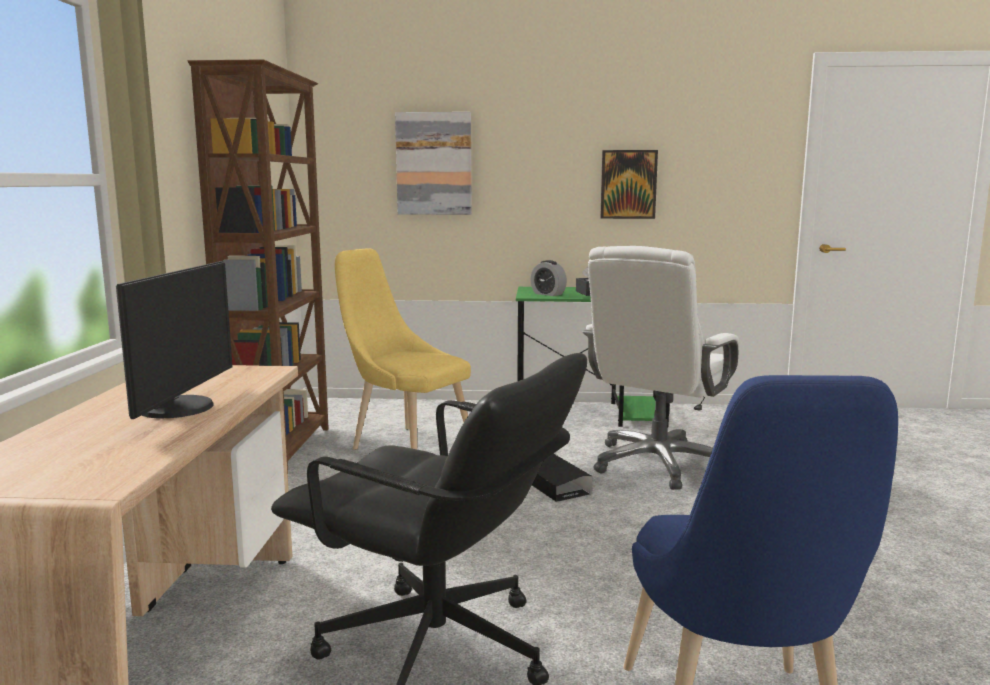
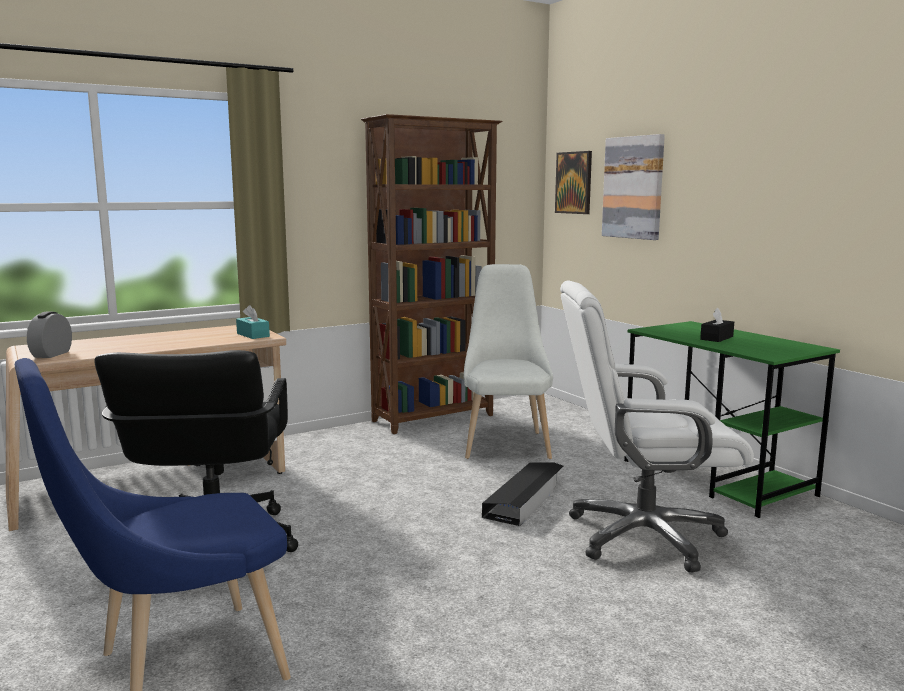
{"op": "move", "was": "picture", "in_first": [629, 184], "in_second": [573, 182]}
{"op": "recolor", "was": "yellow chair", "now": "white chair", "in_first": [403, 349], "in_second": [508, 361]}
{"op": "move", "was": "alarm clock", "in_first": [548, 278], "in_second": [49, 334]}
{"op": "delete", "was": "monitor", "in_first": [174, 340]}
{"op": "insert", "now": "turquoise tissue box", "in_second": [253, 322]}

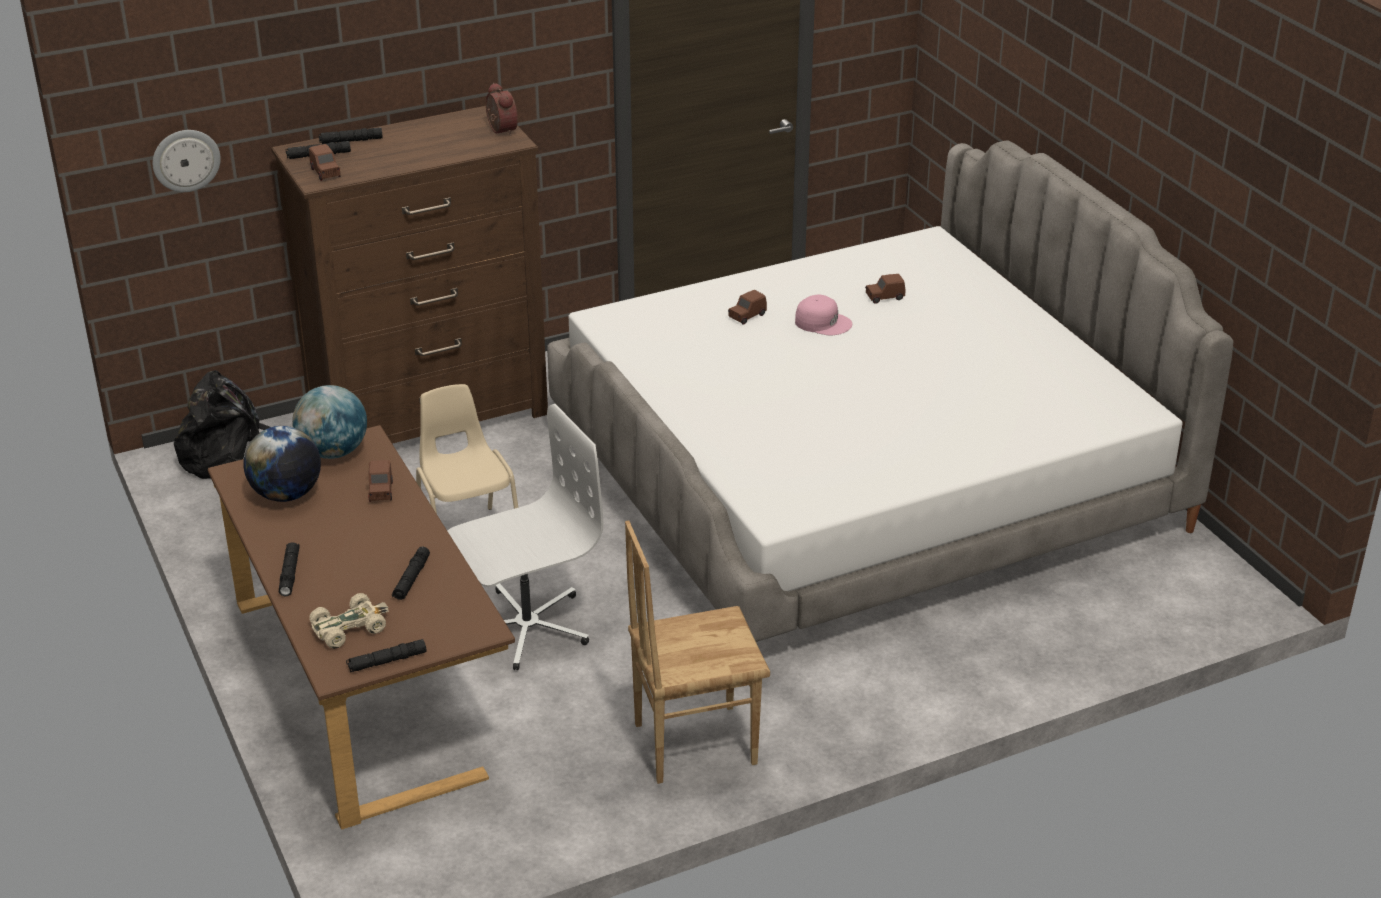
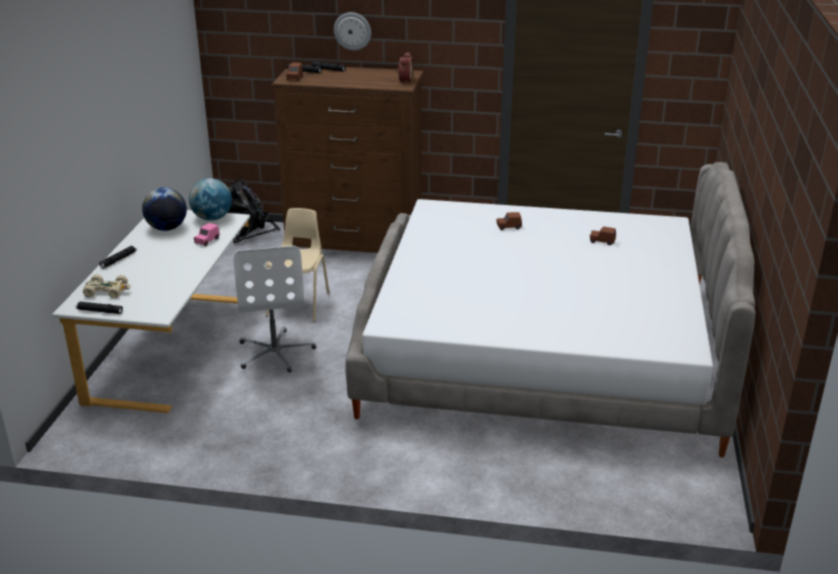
{"op": "move", "was": "wall clock", "in_first": [187, 161], "in_second": [352, 31]}
{"op": "delete", "was": "pink cap", "in_first": [824, 315]}
{"op": "rotate", "was": "white office chair", "in_first": [525, 537], "in_second": [274, 309], "clockwise": 75}
{"op": "recolor", "was": "brown desk", "now": "white desk", "in_first": [361, 627], "in_second": [151, 311]}
{"op": "recolor", "was": "brown toy car", "now": "pink toy car", "in_first": [380, 481], "in_second": [207, 234]}
{"op": "delete", "was": "brown chair", "in_first": [697, 652]}
{"op": "delete", "was": "black flashlight", "in_first": [411, 573]}

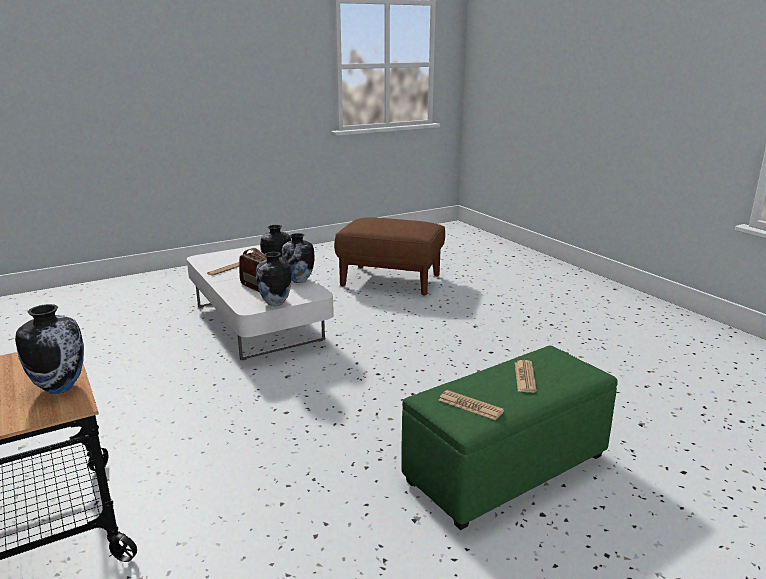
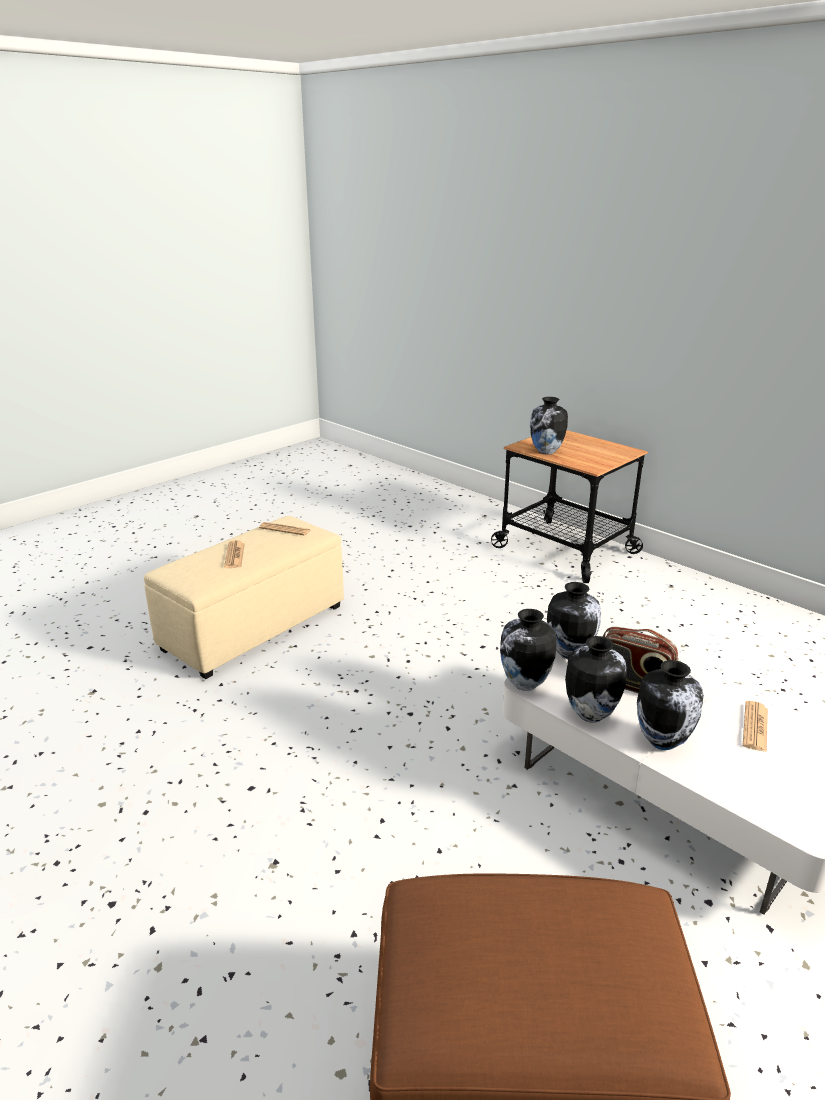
{"op": "recolor", "was": "green ottoman", "now": "beige ottoman", "in_first": [509, 438], "in_second": [244, 597]}
{"op": "insert", "now": "vase", "in_second": [528, 650]}

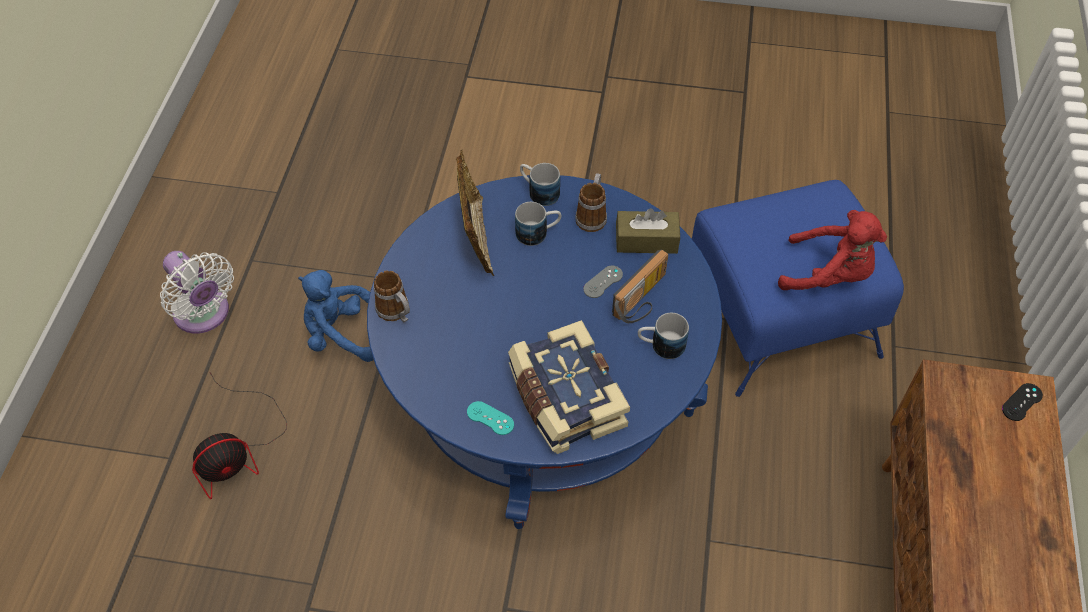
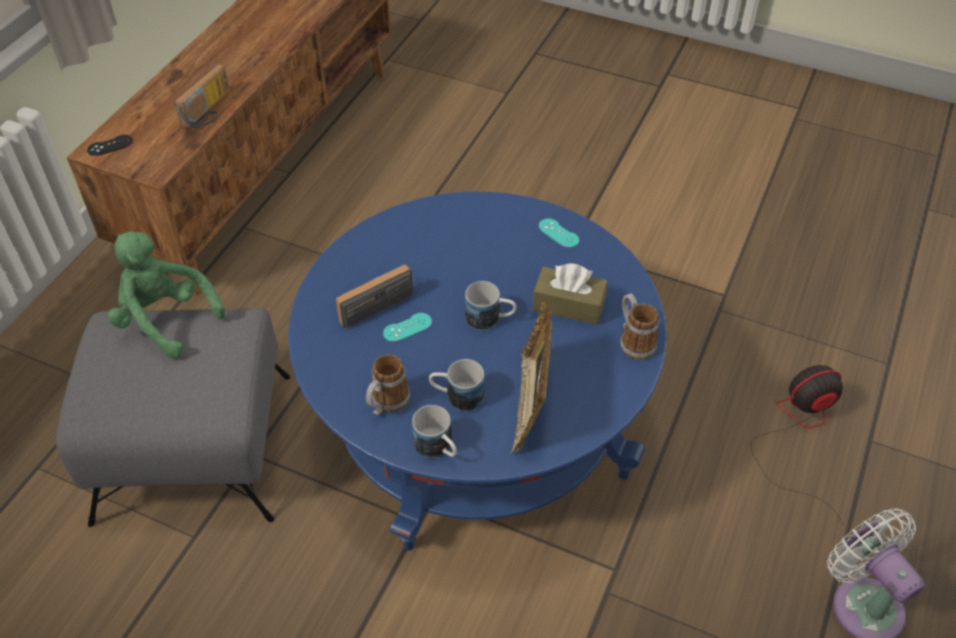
{"op": "recolor", "was": "blue ottoman", "now": "grey ottoman", "in_first": [798, 288], "in_second": [173, 417]}
{"op": "move", "was": "brown tissue box", "in_first": [648, 231], "in_second": [570, 294]}
{"op": "recolor", "was": "red plush toy", "now": "green plush toy", "in_first": [832, 250], "in_second": [166, 295]}
{"op": "recolor", "was": "grey game controller", "now": "turquoise game controller", "in_first": [603, 281], "in_second": [407, 327]}
{"op": "delete", "was": "blue plush toy", "in_first": [336, 316]}
{"op": "move", "was": "mug", "in_first": [663, 336], "in_second": [490, 305]}
{"op": "delete", "was": "book", "in_first": [569, 387]}
{"op": "insert", "now": "radio", "in_second": [202, 96]}

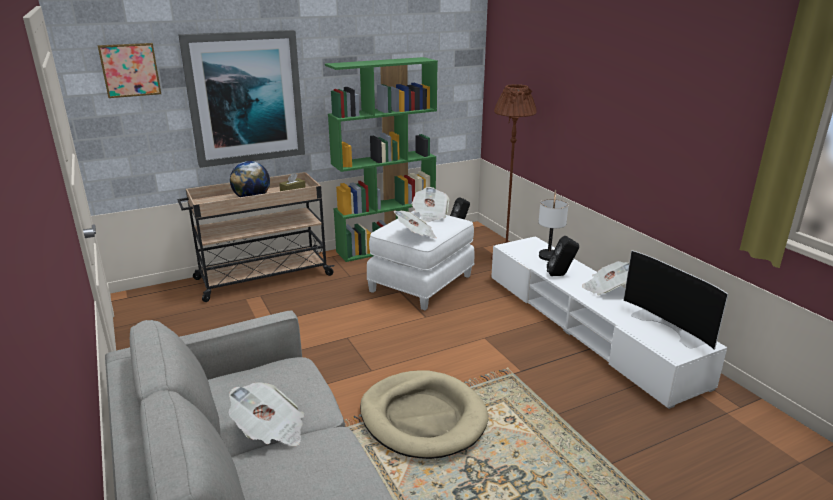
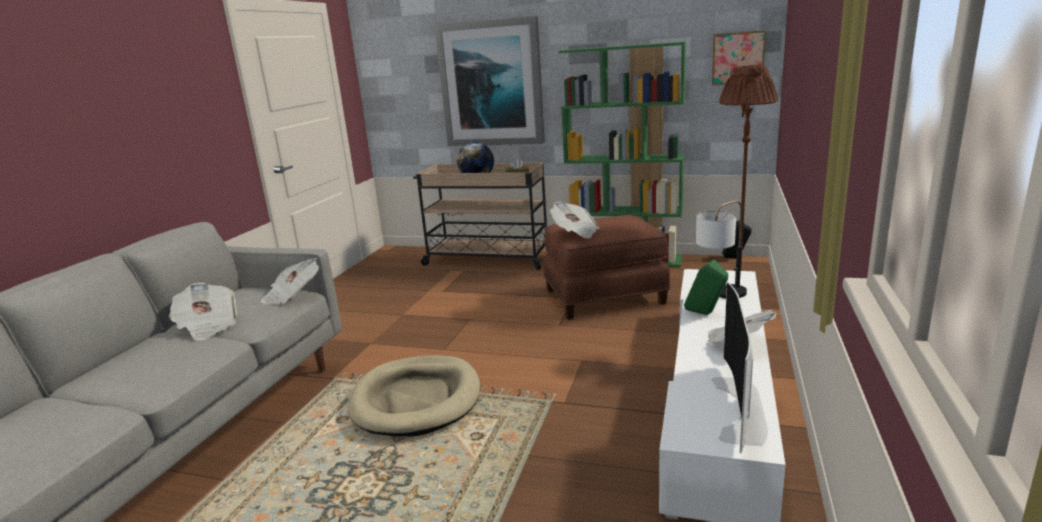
{"op": "move", "was": "picture", "in_first": [129, 70], "in_second": [739, 57]}
{"op": "move", "was": "newspaper", "in_first": [431, 204], "in_second": [290, 281]}
{"op": "recolor", "was": "white ottoman", "now": "brown ottoman", "in_first": [421, 260], "in_second": [607, 267]}
{"op": "recolor", "was": "black speaker", "now": "green speaker", "in_first": [563, 256], "in_second": [706, 287]}

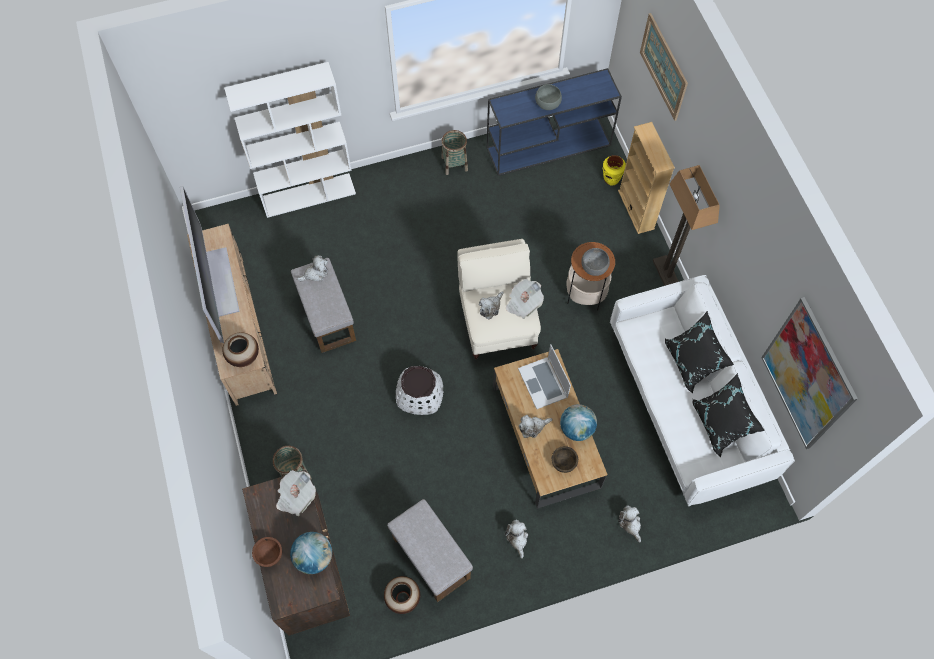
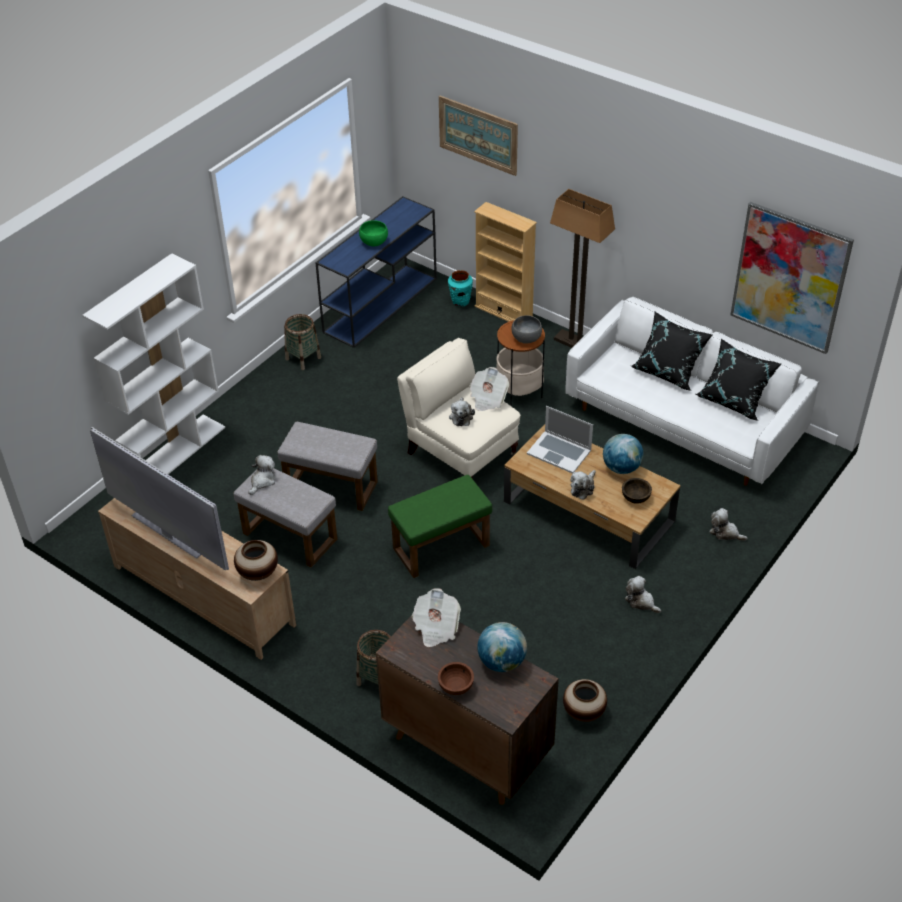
{"op": "recolor", "was": "grey bowl", "now": "green bowl", "in_first": [548, 97], "in_second": [373, 233]}
{"op": "recolor", "was": "yellow vase", "now": "turquoise vase", "in_first": [614, 170], "in_second": [460, 288]}
{"op": "replace", "was": "white planter", "now": "green ottoman", "in_first": [419, 390], "in_second": [440, 526]}
{"op": "move", "was": "grey ottoman", "in_first": [430, 550], "in_second": [327, 466]}

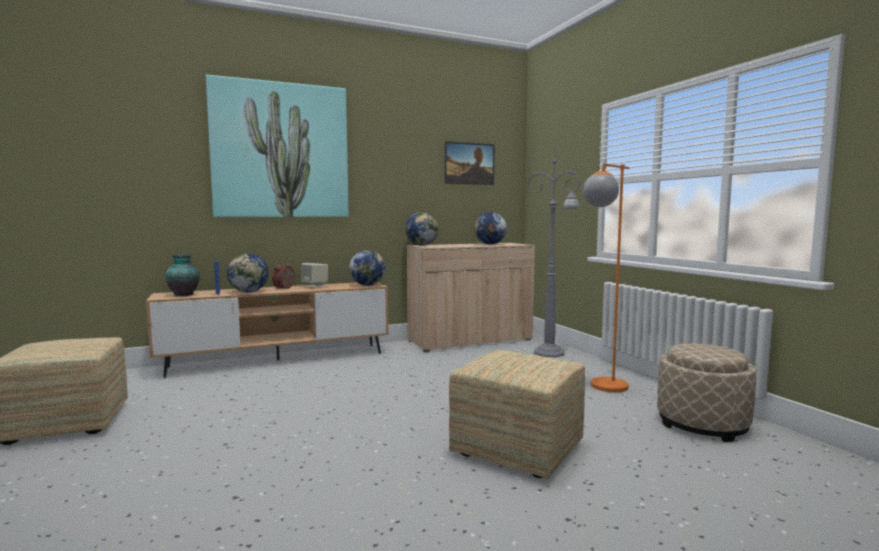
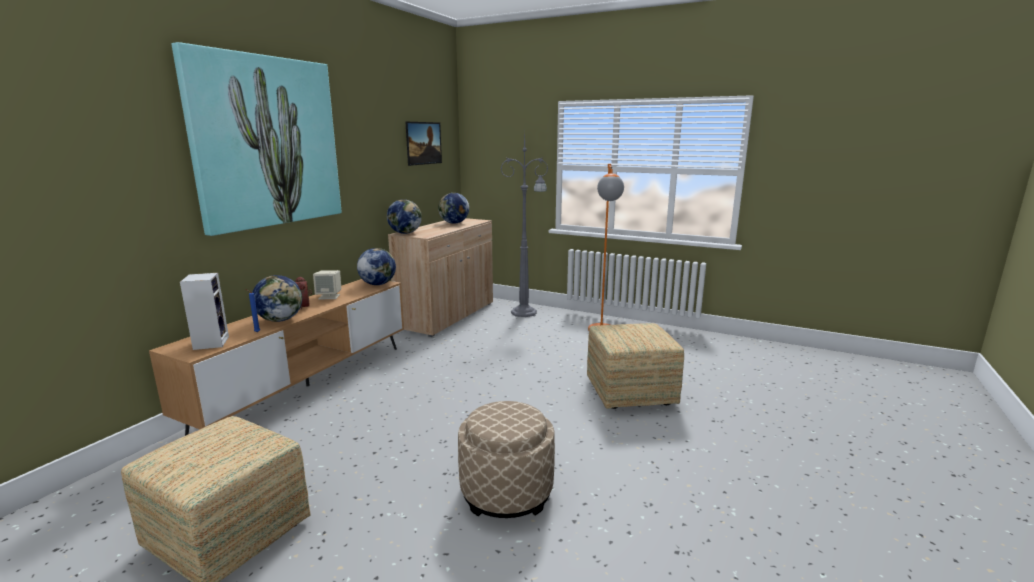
{"op": "replace", "was": "vase", "now": "speaker", "in_first": [183, 275], "in_second": [204, 311]}
{"op": "move", "was": "beige ottoman", "in_first": [707, 392], "in_second": [506, 459]}

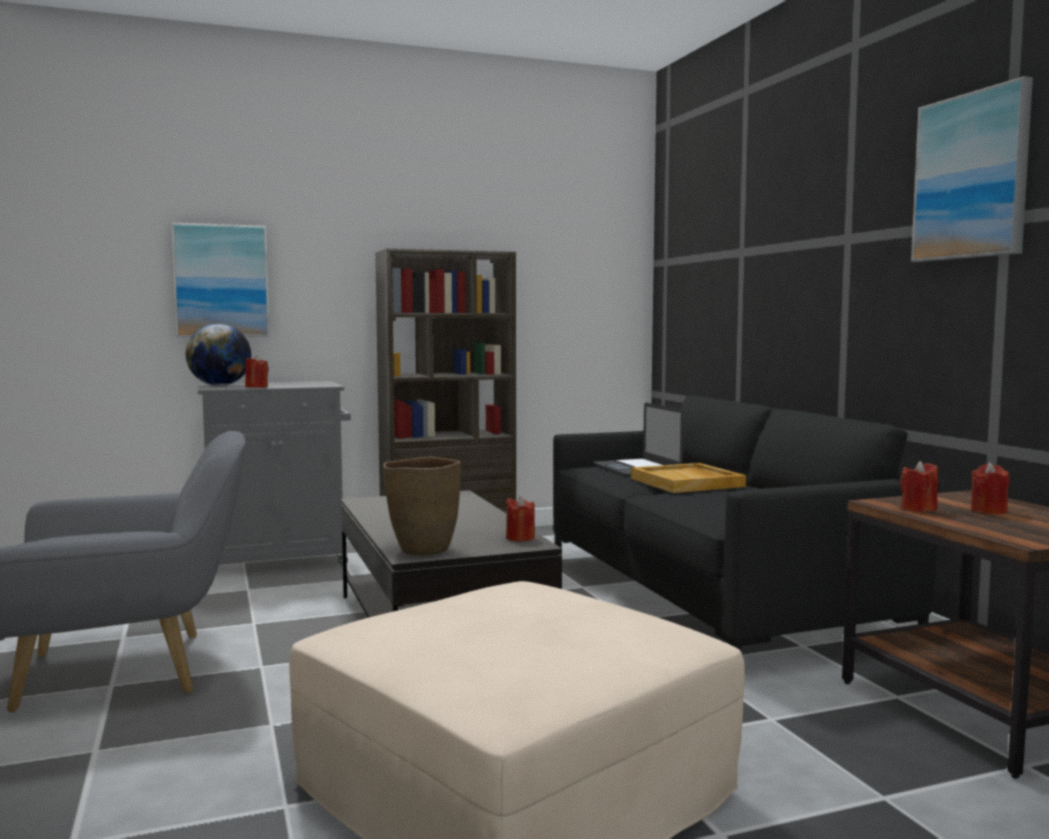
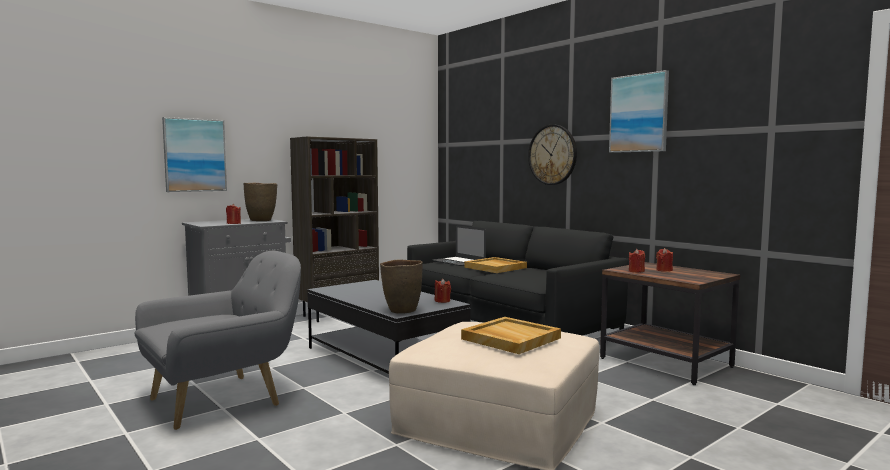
{"op": "delete", "was": "globe", "in_first": [218, 354]}
{"op": "insert", "now": "wall clock", "in_second": [552, 155]}
{"op": "insert", "now": "brown vase", "in_second": [260, 202]}
{"op": "insert", "now": "beige tray", "in_second": [511, 335]}

